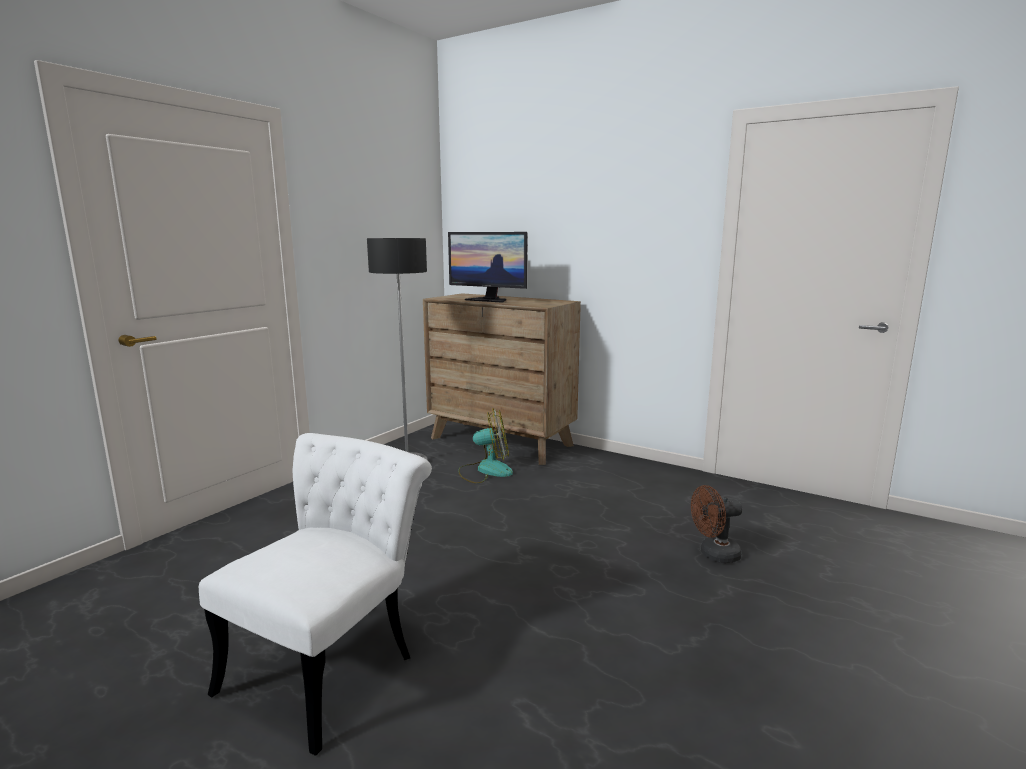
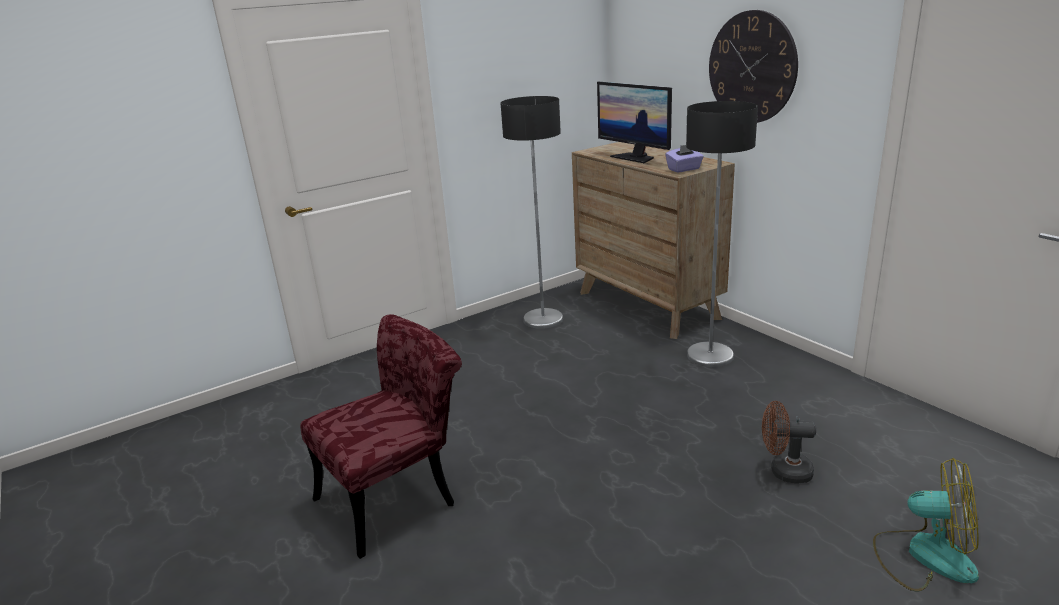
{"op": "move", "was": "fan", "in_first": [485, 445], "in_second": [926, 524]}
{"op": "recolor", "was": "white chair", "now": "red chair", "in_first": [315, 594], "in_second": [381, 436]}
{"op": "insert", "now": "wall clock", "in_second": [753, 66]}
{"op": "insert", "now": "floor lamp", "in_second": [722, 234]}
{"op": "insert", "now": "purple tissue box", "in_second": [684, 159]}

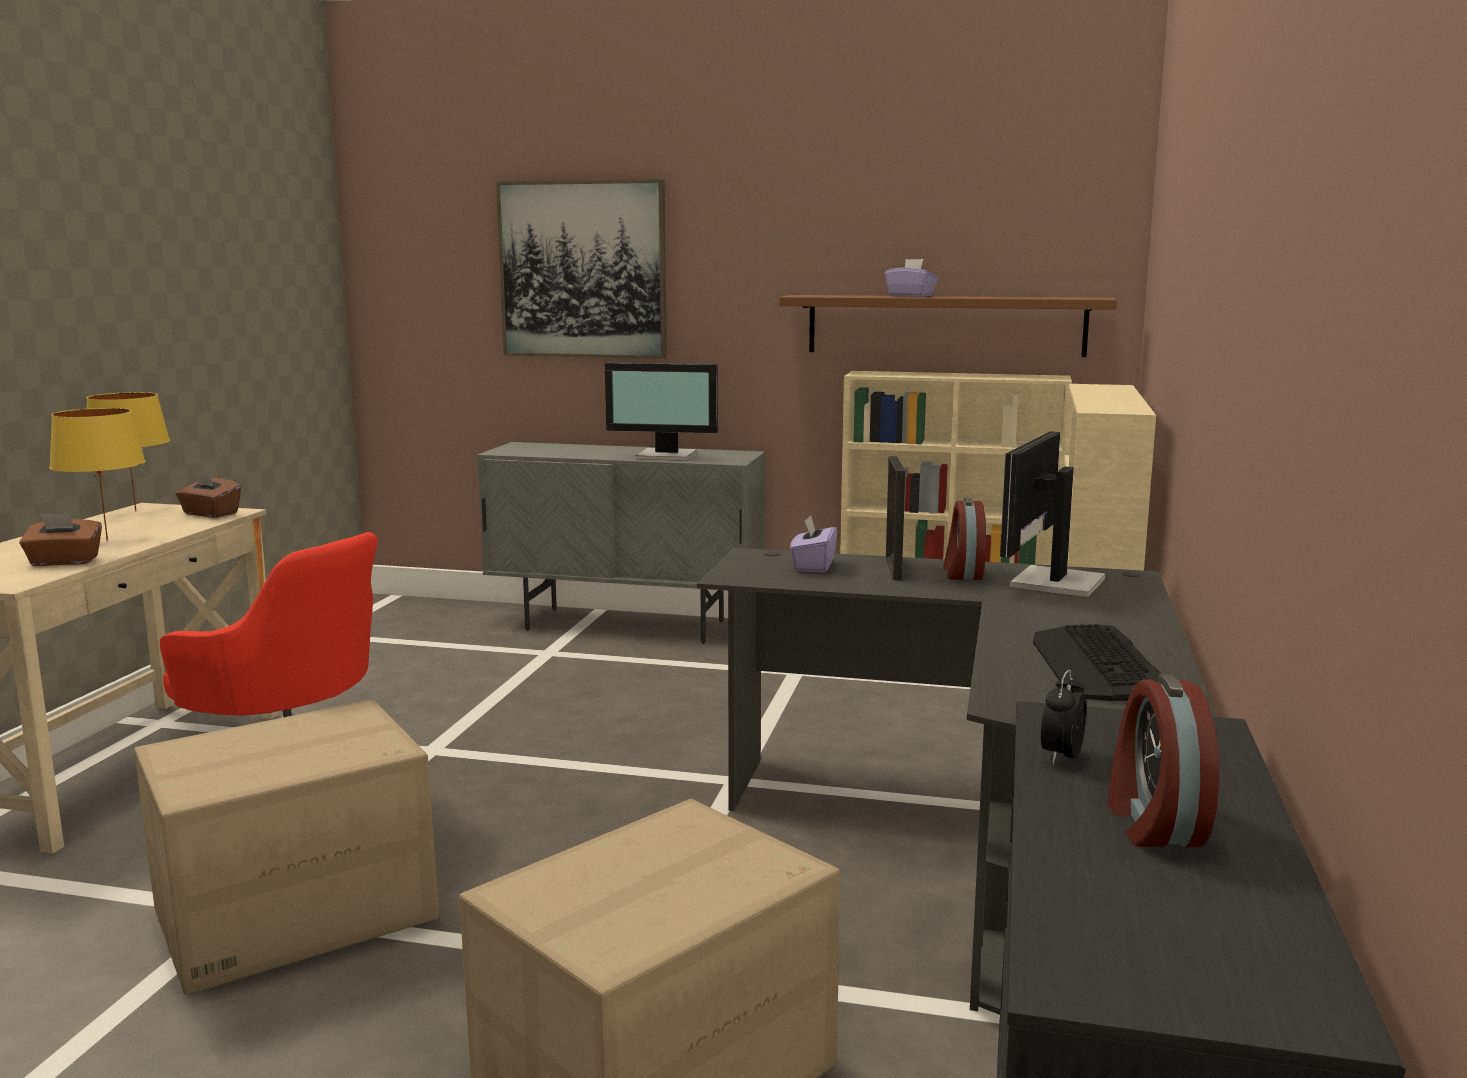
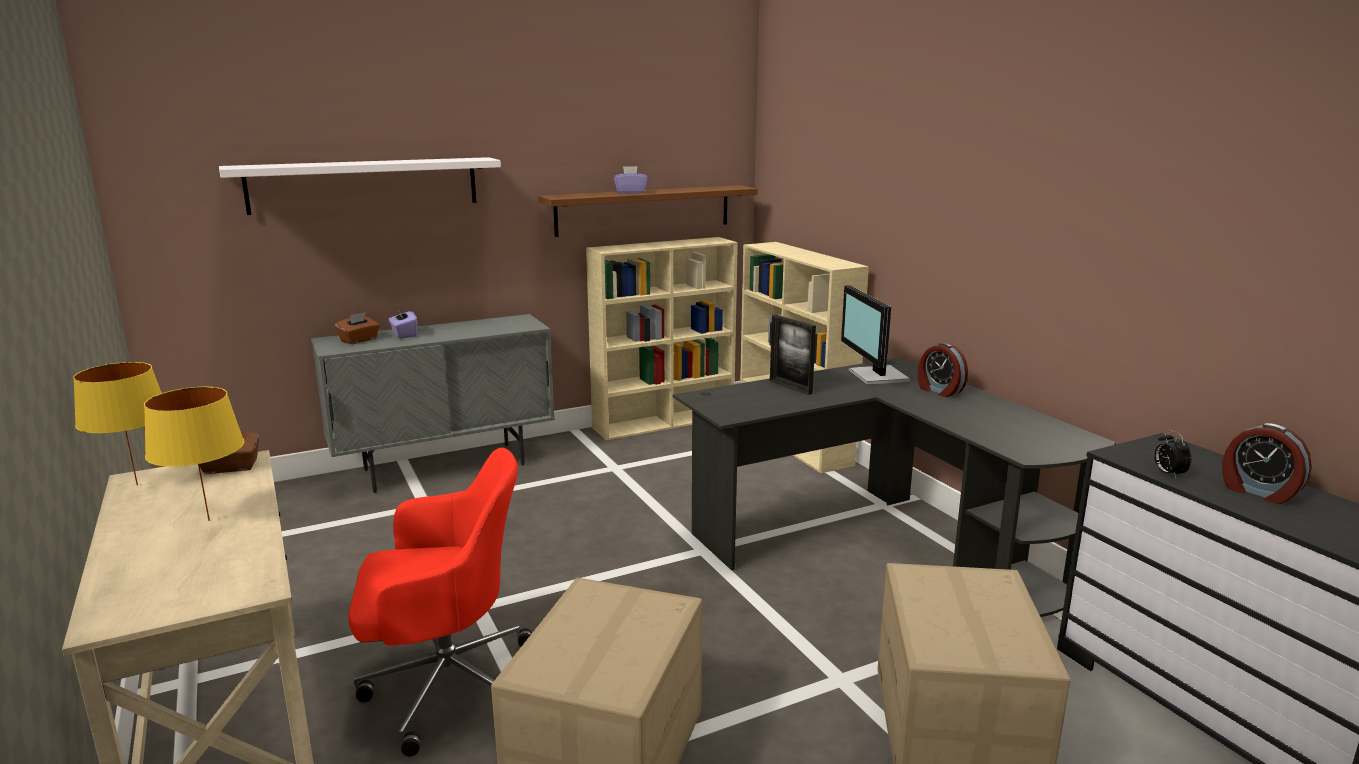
{"op": "replace", "was": "picture", "now": "white shelf", "in_first": [581, 269], "in_second": [360, 186]}
{"op": "delete", "was": "monitor", "in_first": [661, 412]}
{"op": "move", "was": "alarm clock", "in_first": [964, 539], "in_second": [943, 370]}
{"op": "move", "was": "brown tissue box", "in_first": [60, 539], "in_second": [357, 328]}
{"op": "move", "was": "purple tissue box", "in_first": [813, 543], "in_second": [403, 324]}
{"op": "delete", "was": "keyboard", "in_first": [1097, 662]}

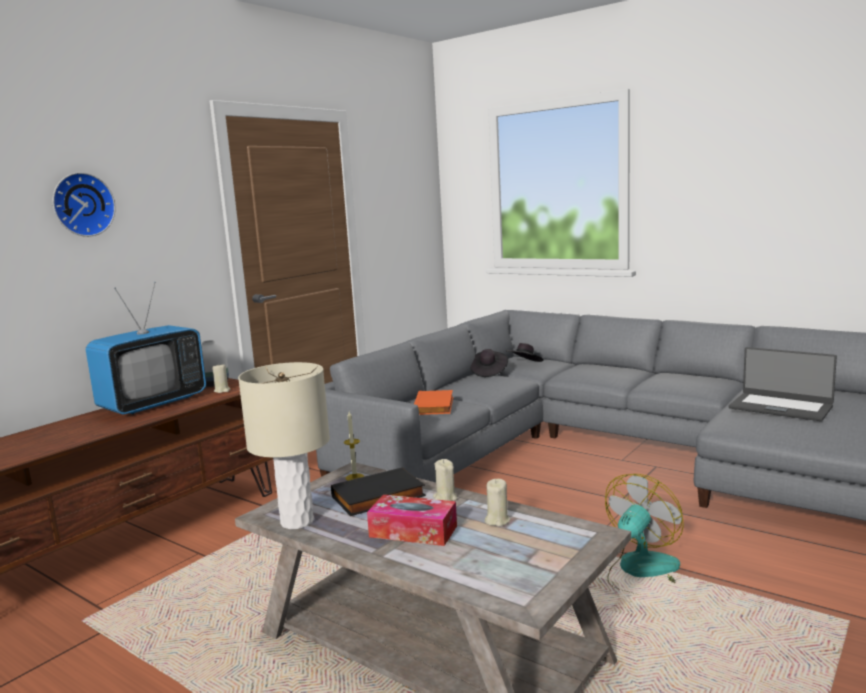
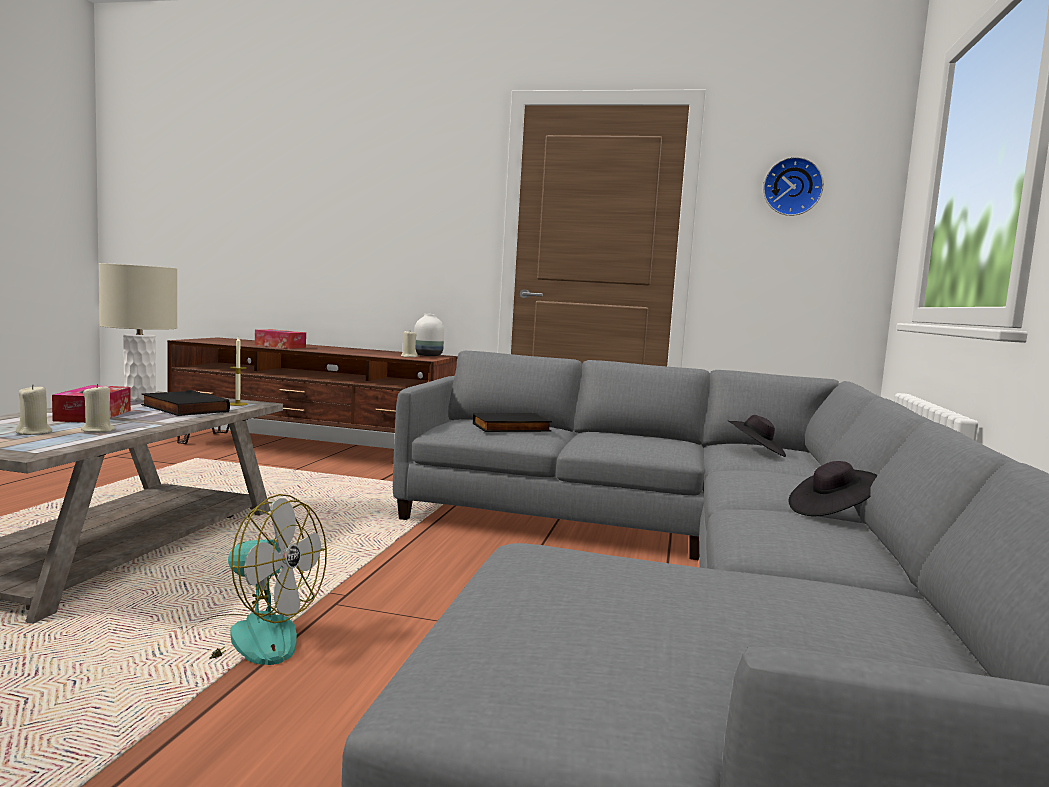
{"op": "move", "was": "wall clock", "in_first": [84, 204], "in_second": [793, 186]}
{"op": "delete", "was": "television", "in_first": [146, 348]}
{"op": "delete", "was": "laptop", "in_first": [783, 384]}
{"op": "move", "was": "black hat", "in_first": [489, 363], "in_second": [833, 488]}
{"op": "recolor", "was": "orange book", "now": "black book", "in_first": [433, 402], "in_second": [512, 422]}
{"op": "move", "was": "beige candle", "in_first": [445, 480], "in_second": [34, 410]}
{"op": "insert", "now": "tissue box", "in_second": [280, 339]}

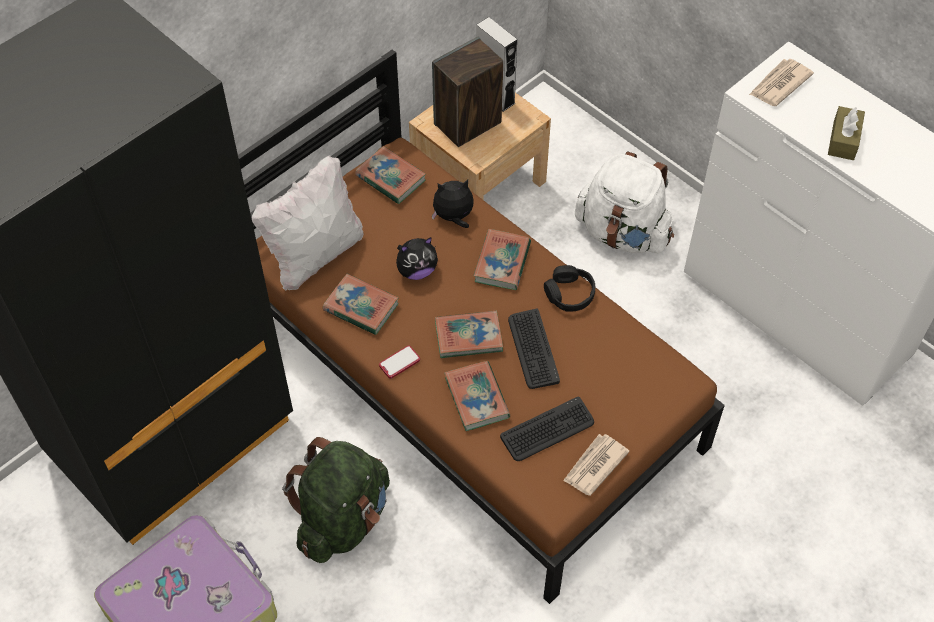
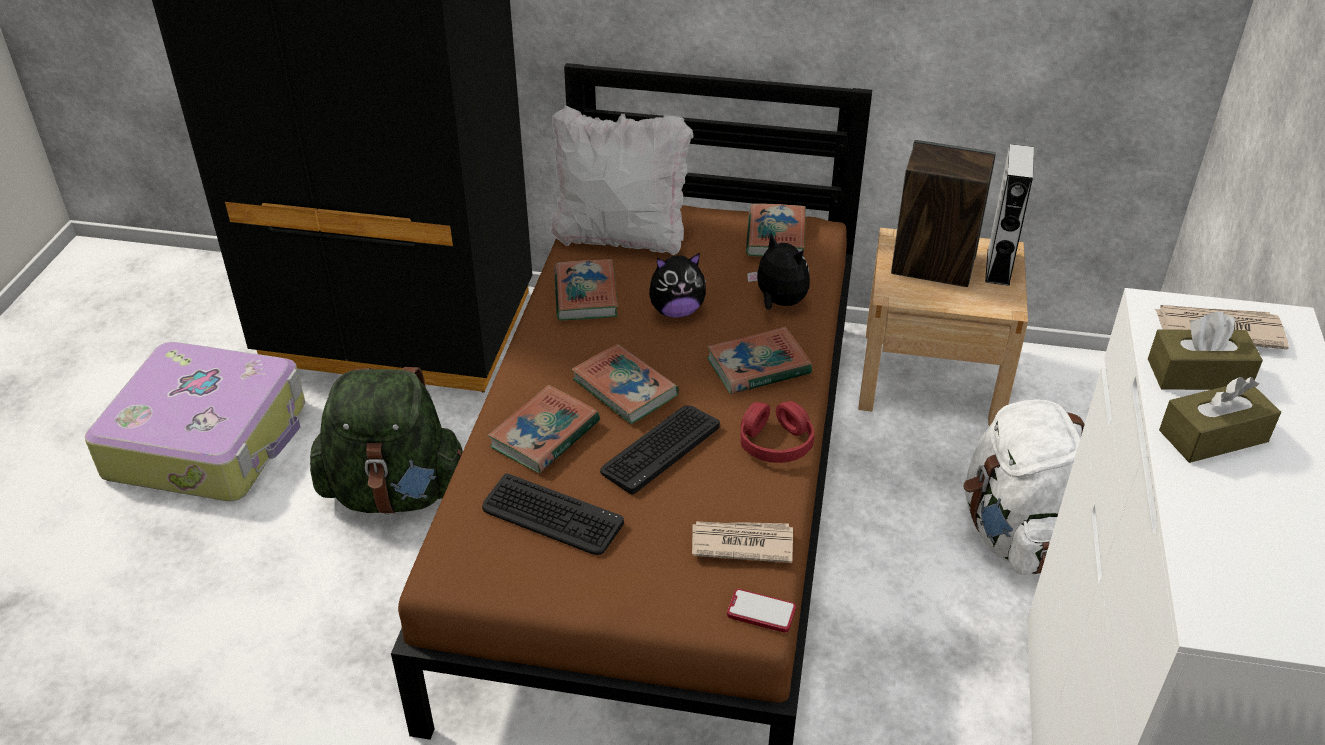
{"op": "rotate", "was": "plush toy", "in_first": [417, 258], "in_second": [678, 285], "clockwise": -45}
{"op": "recolor", "was": "black headphones", "now": "red headphones", "in_first": [569, 288], "in_second": [777, 432]}
{"op": "move", "was": "phone", "in_first": [399, 362], "in_second": [761, 611]}
{"op": "move", "was": "newspaper", "in_first": [596, 465], "in_second": [742, 542]}
{"op": "insert", "now": "brown tissue box", "in_second": [1205, 350]}

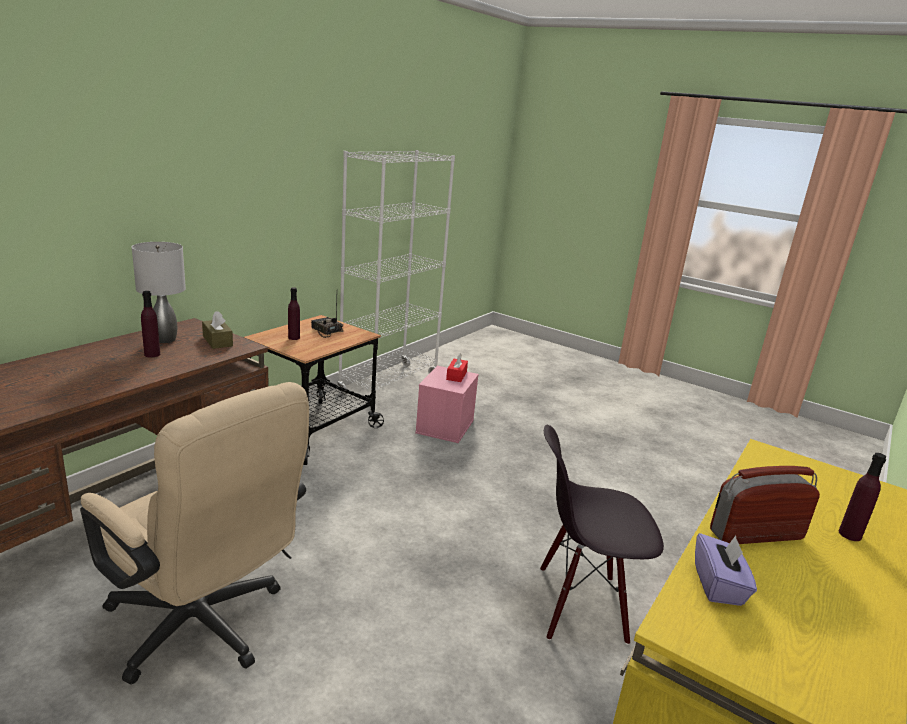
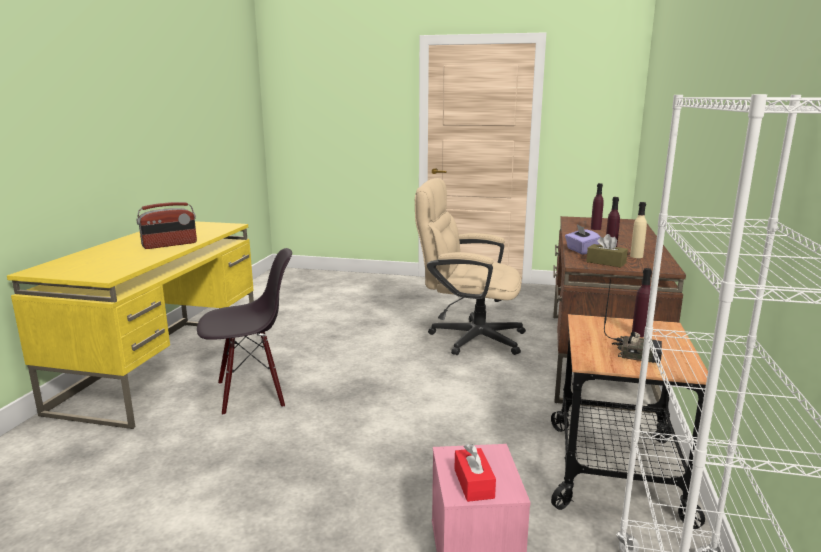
{"op": "replace", "was": "grey table lamp", "now": "beige bottle", "in_first": [159, 292], "in_second": [638, 230]}
{"op": "move", "was": "purple bottle", "in_first": [862, 497], "in_second": [597, 206]}
{"op": "move", "was": "purple tissue box", "in_first": [726, 569], "in_second": [583, 239]}

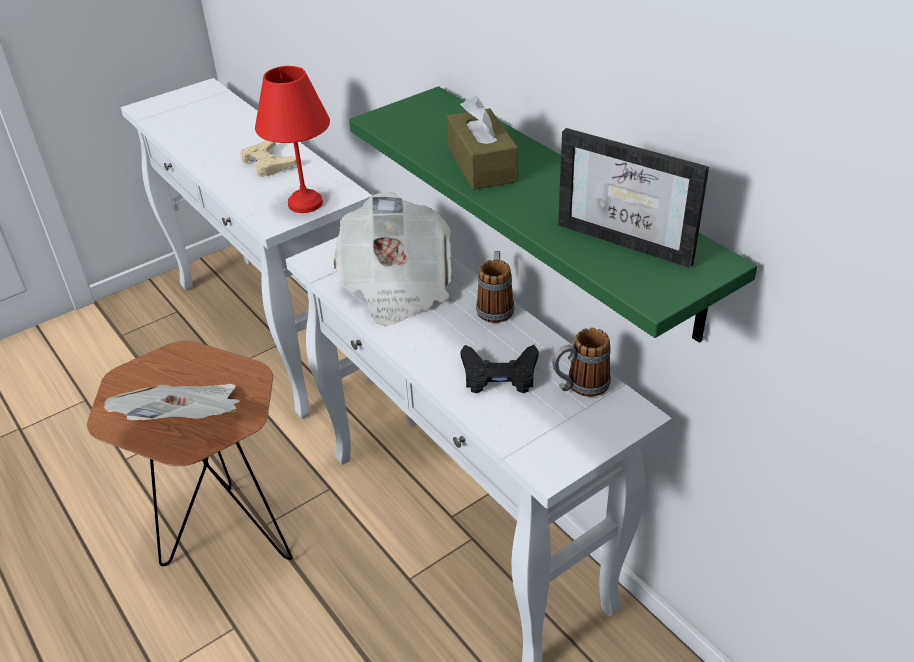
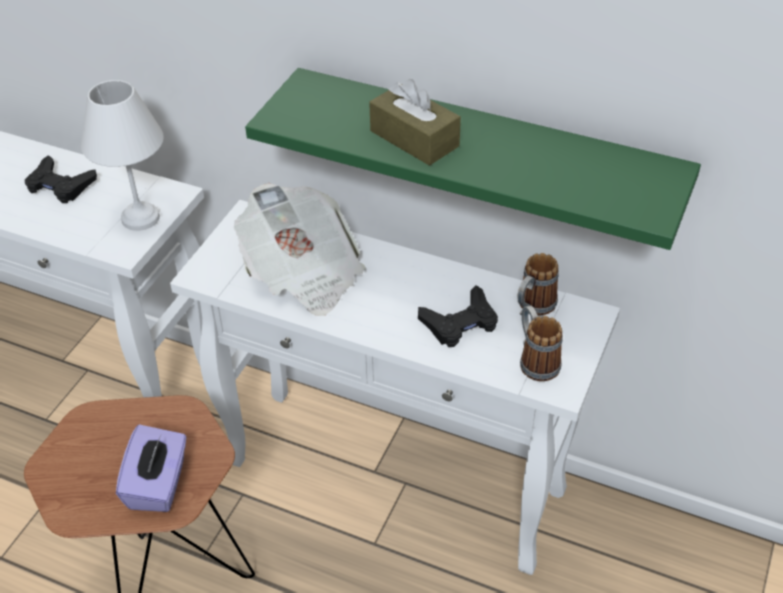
{"op": "recolor", "was": "red table lamp", "now": "white table lamp", "in_first": [292, 139], "in_second": [122, 155]}
{"op": "delete", "was": "picture frame", "in_first": [633, 198]}
{"op": "recolor", "was": "beige game controller", "now": "black game controller", "in_first": [268, 158], "in_second": [61, 179]}
{"op": "move", "was": "mug", "in_first": [495, 287], "in_second": [541, 343]}
{"op": "replace", "was": "newspaper", "now": "purple tissue box", "in_first": [171, 402], "in_second": [151, 468]}

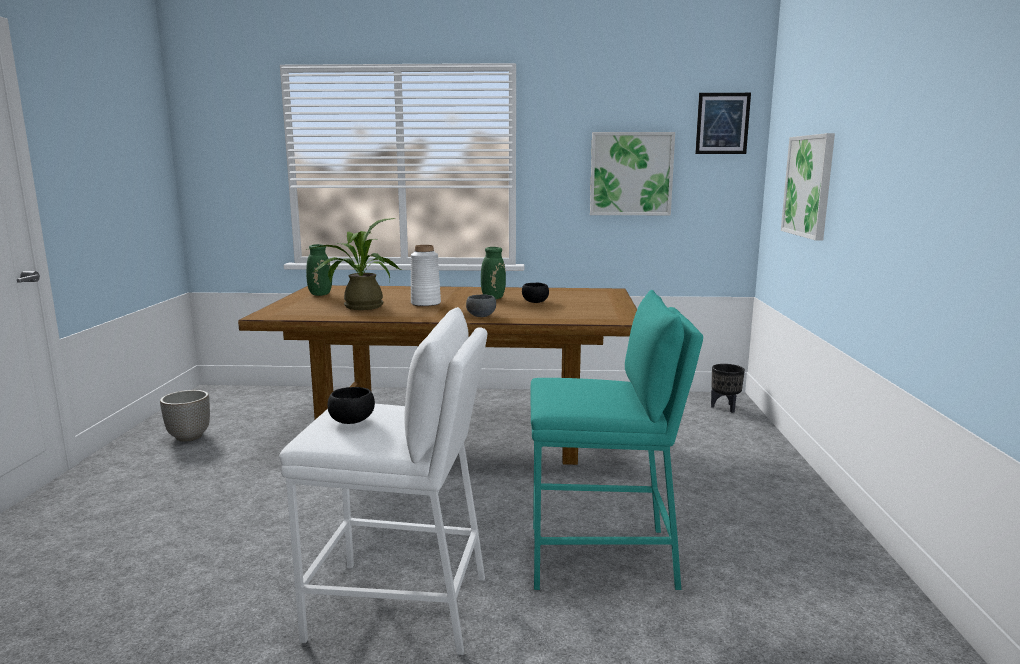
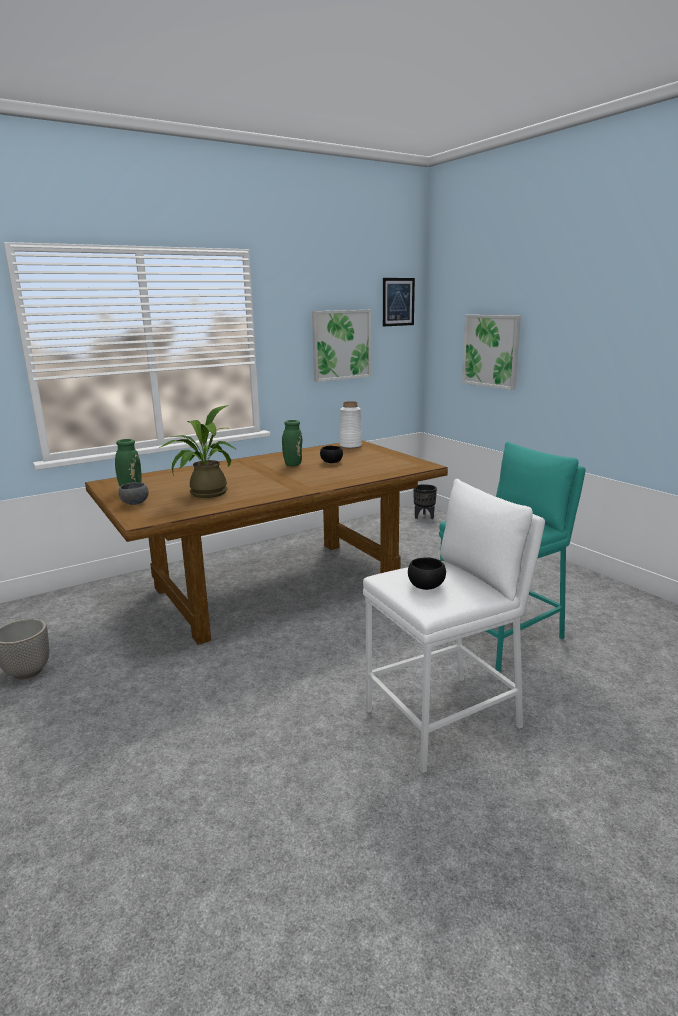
{"op": "move", "was": "white vase", "in_first": [426, 276], "in_second": [351, 424]}
{"op": "move", "was": "grey bowl", "in_first": [481, 305], "in_second": [134, 493]}

